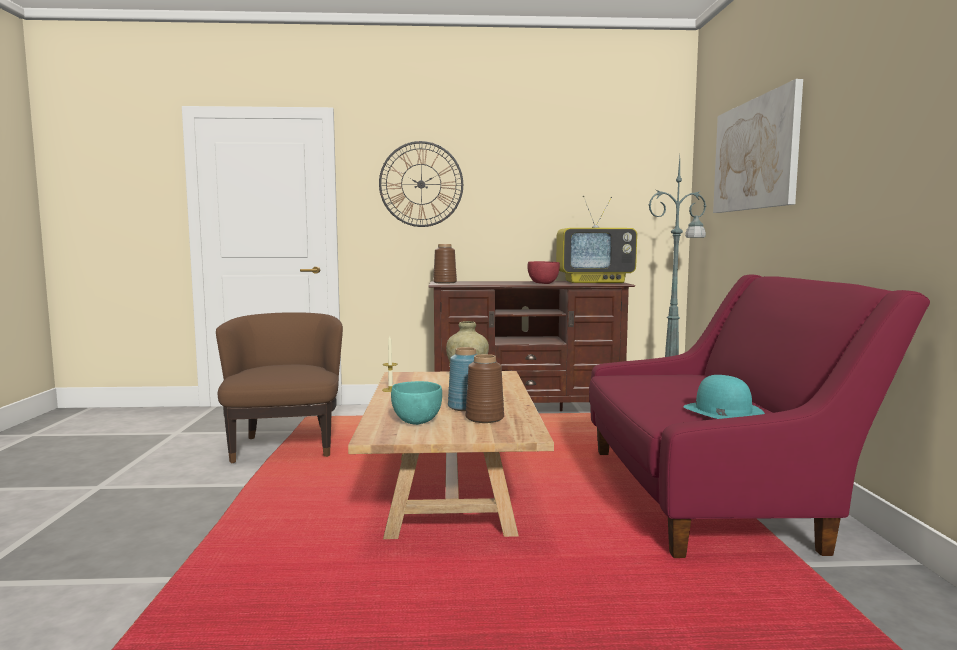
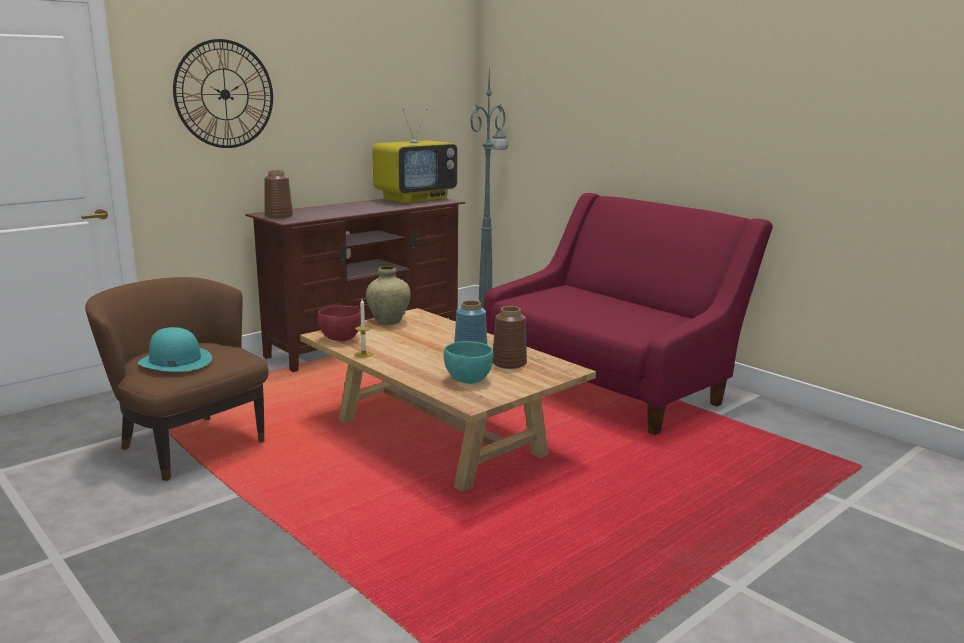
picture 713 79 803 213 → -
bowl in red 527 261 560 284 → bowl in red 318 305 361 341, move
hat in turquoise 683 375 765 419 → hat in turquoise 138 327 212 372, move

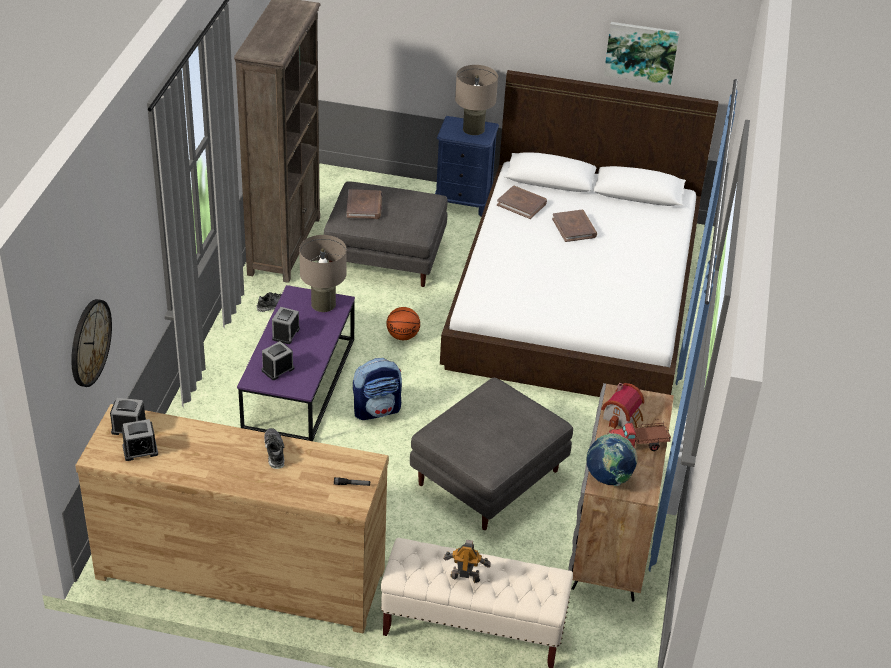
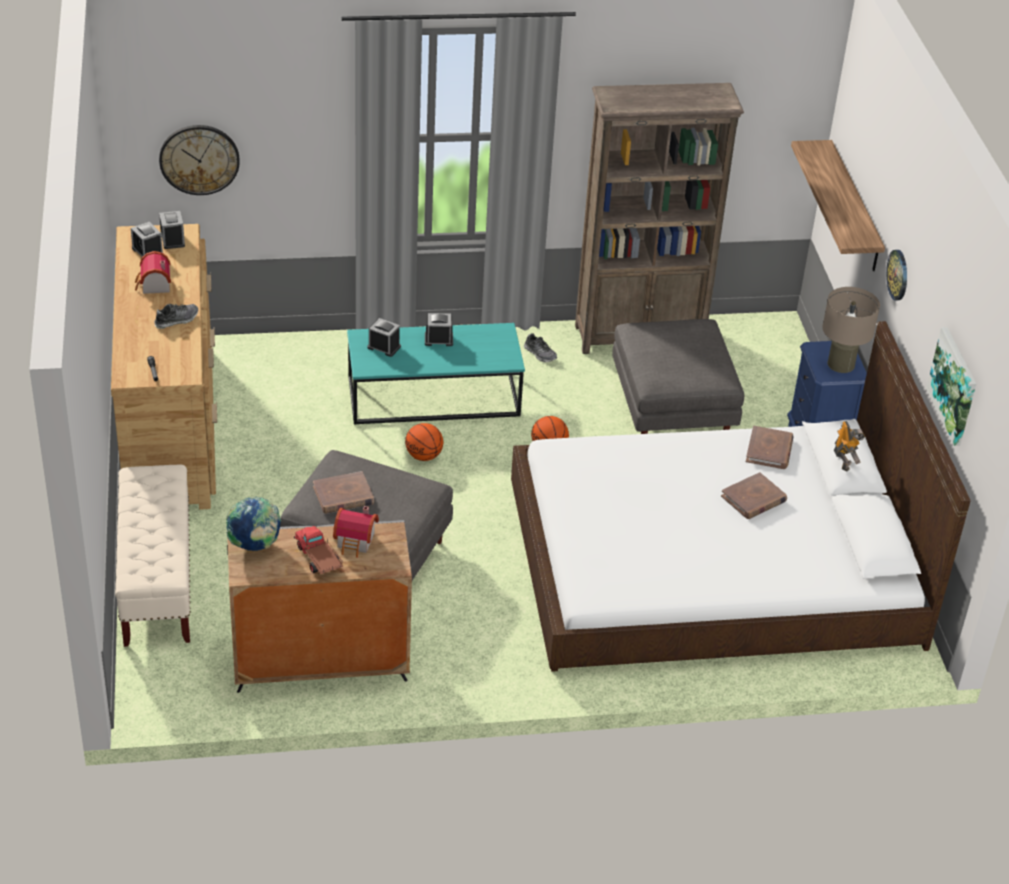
book in brown 347 189 382 219 → book in brown 313 471 374 514, move
table lamp in beige 299 235 347 312 → -
coffee table in purple 237 285 355 441 → coffee table in turquoise 347 323 525 424
backpack 353 358 402 420 → basketball 405 423 443 461
toy robot 443 540 491 583 → toy robot 834 421 865 472, move
- → shelf 791 140 885 271
- → wall clock 886 250 907 300
- → toy house 135 251 171 294

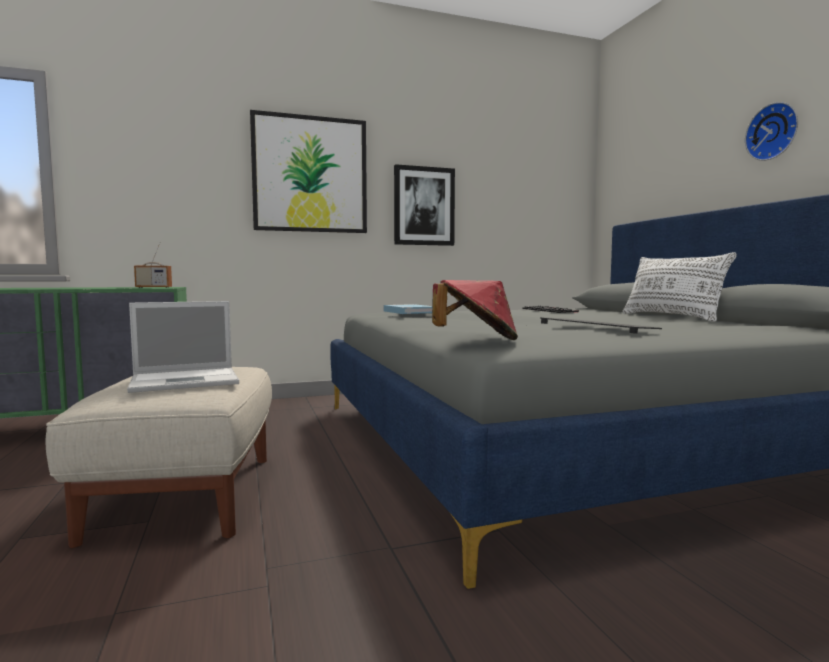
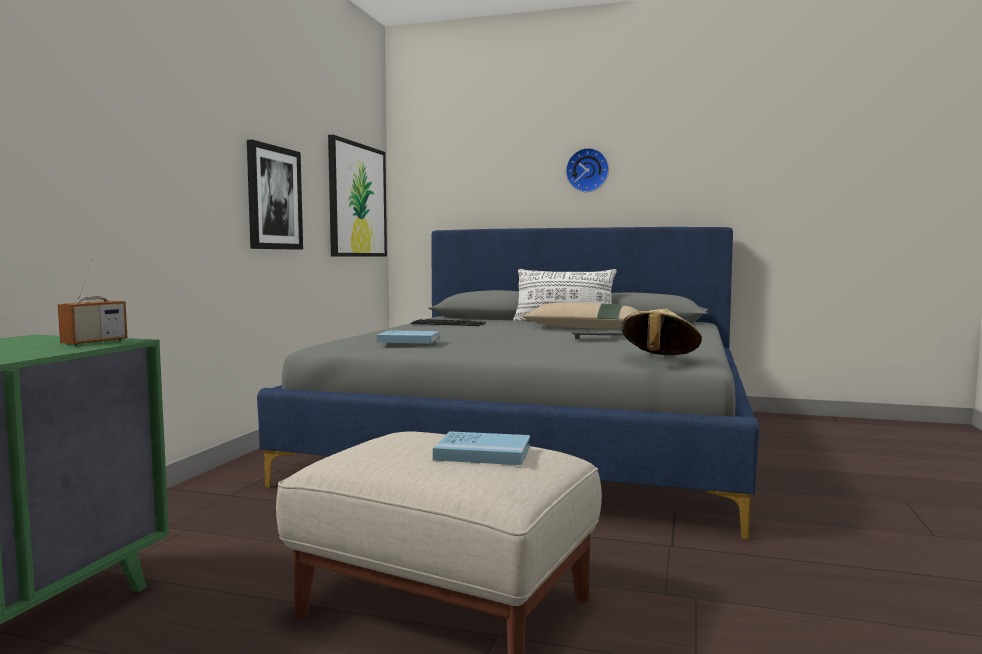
picture 250 110 367 233 → picture 328 135 387 256, move
hat in red 432 280 518 340 → hat in beige 622 309 702 355
laptop 127 301 239 393 → book in blue 433 431 530 465
- → pillow in beige 523 302 639 329

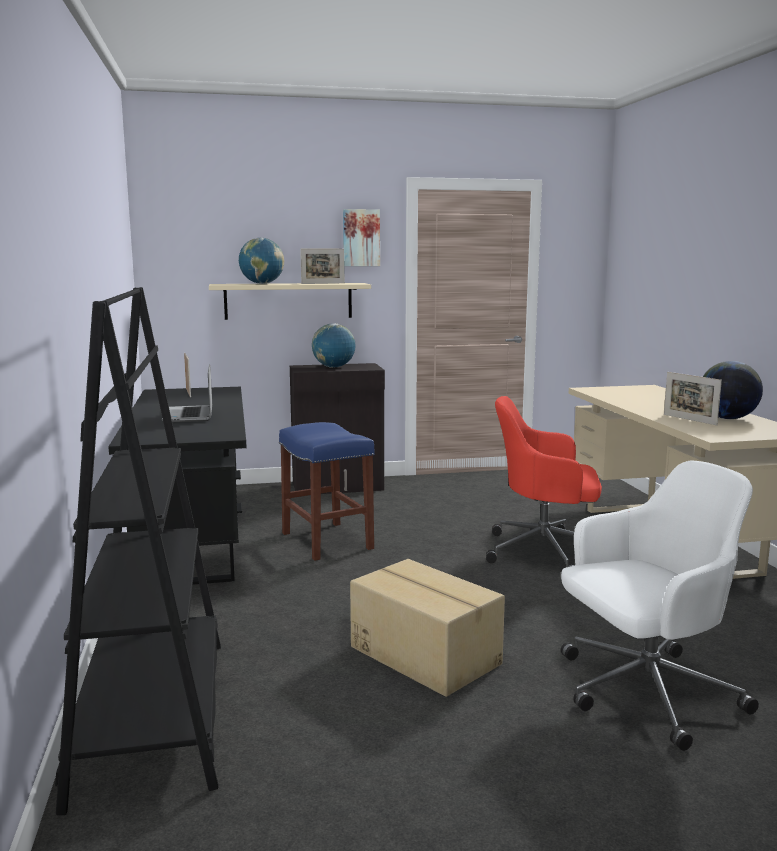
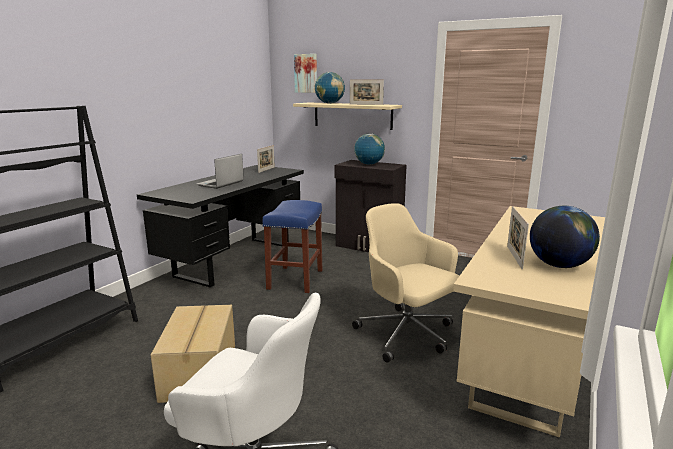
picture 343 209 380 266 → picture 294 54 317 93, move
office chair in red 486 396 602 567 → office chair in beige 352 203 460 363

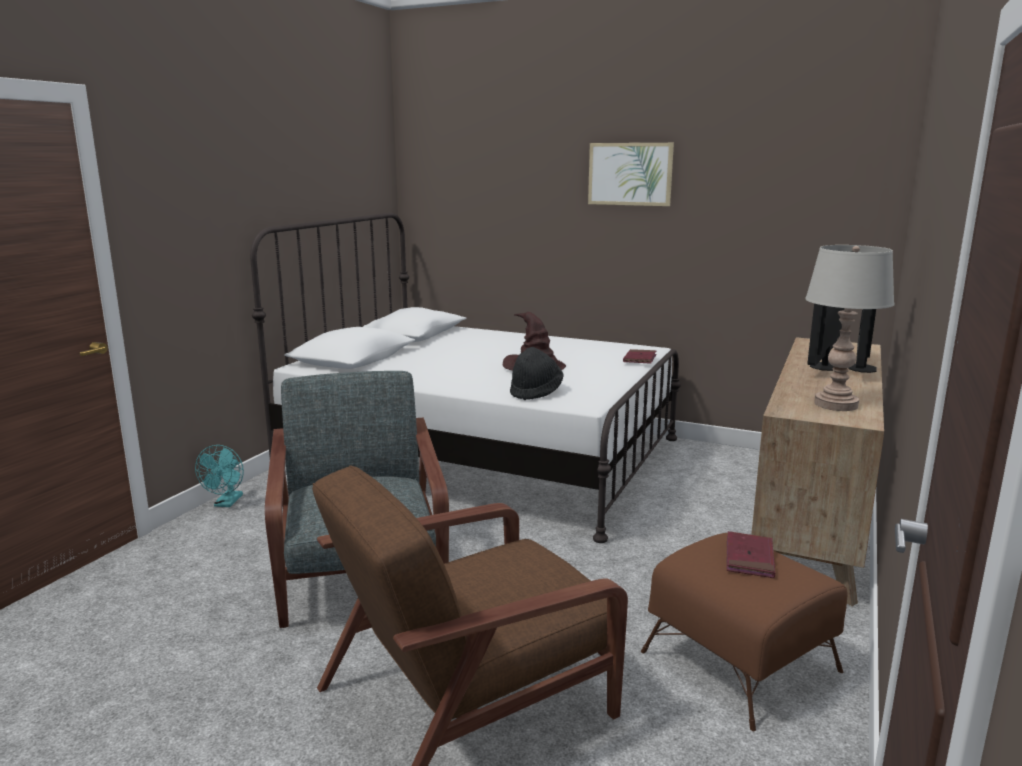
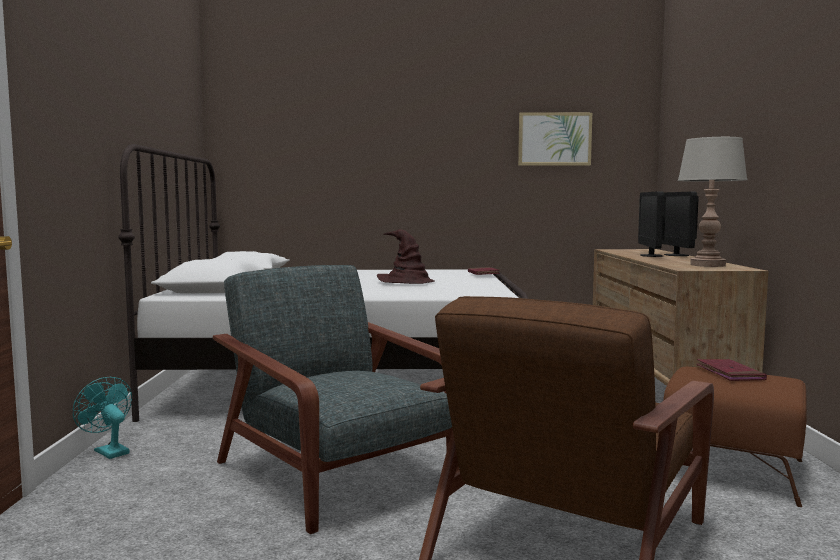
picture 588 143 674 206 → picture 518 113 592 165, move
hat in black 510 347 564 400 → -
fan in turquoise 195 445 244 507 → fan in turquoise 72 377 132 459, 150 degrees clockwise

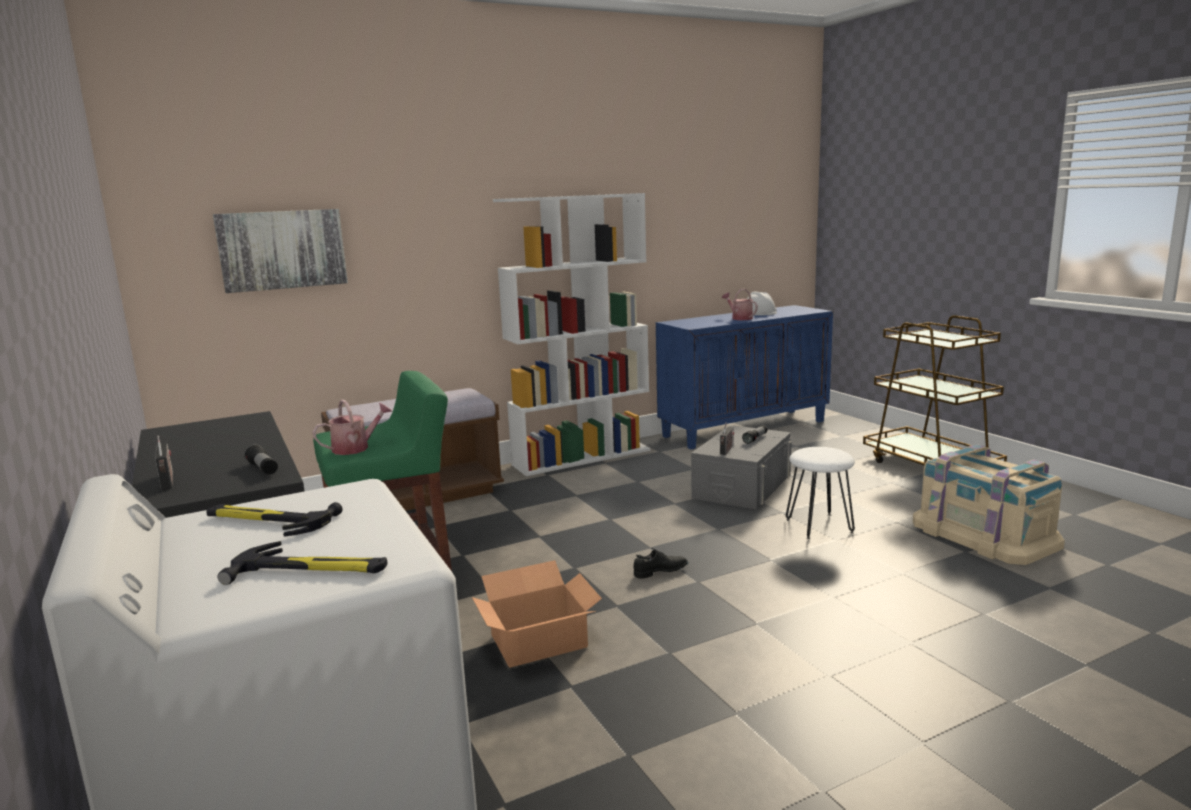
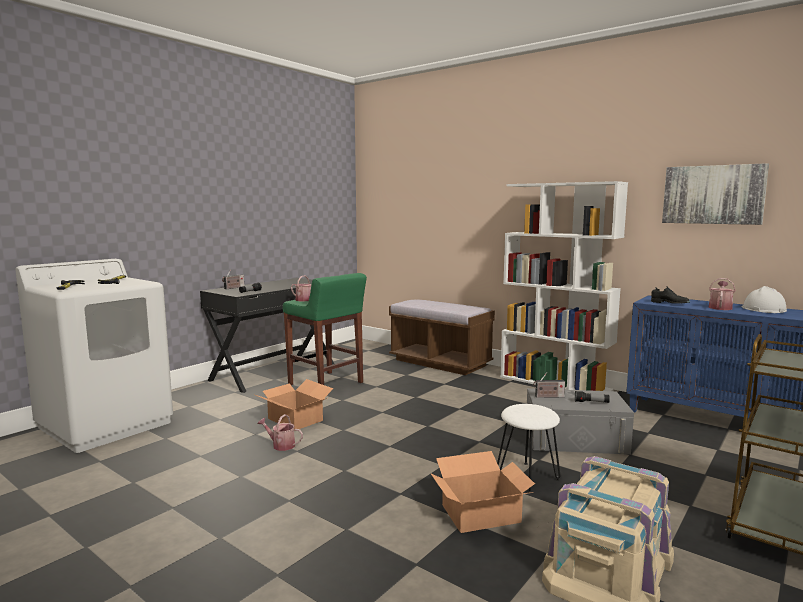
picture 213 209 348 293 → picture 662 163 769 225, move
shoe in black 633 548 688 579 → shoe in black 651 286 690 304, move
- → watering can 257 414 303 451
- → cardboard box 430 451 535 533

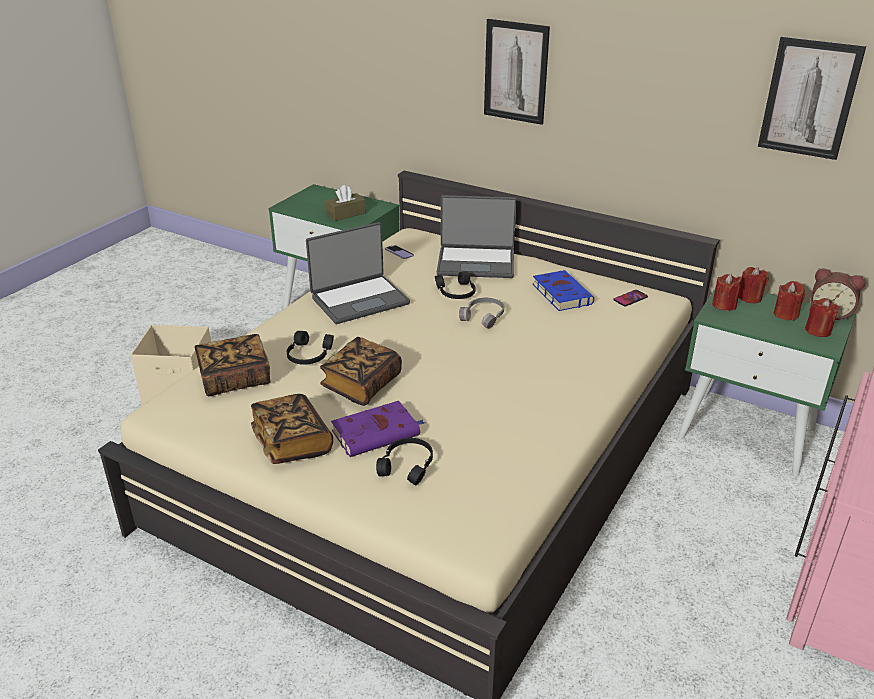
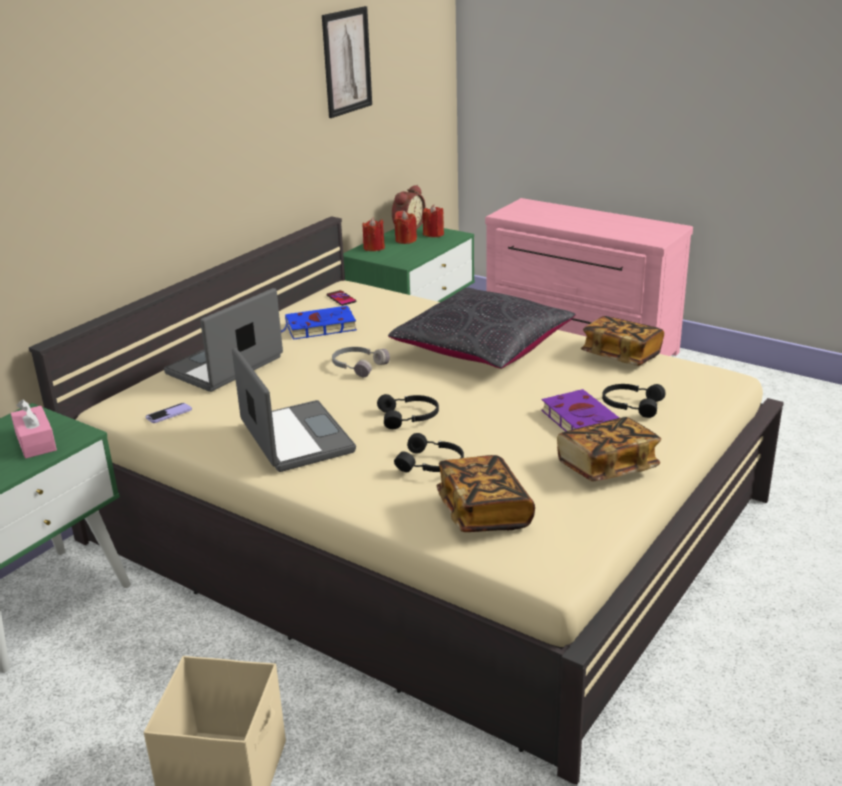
picture 484 19 550 125 → -
tissue box in brown 326 185 366 221 → tissue box in pink 11 399 57 459
laptop 437 195 517 278 → laptop 164 288 283 392, 150 degrees counterclockwise
headphones in black 435 271 476 299 → headphones in black 377 394 439 429, move
candle in red 712 274 742 311 → -
book 320 337 402 406 → book 581 316 664 366, move
- → pillow in black 388 288 576 369

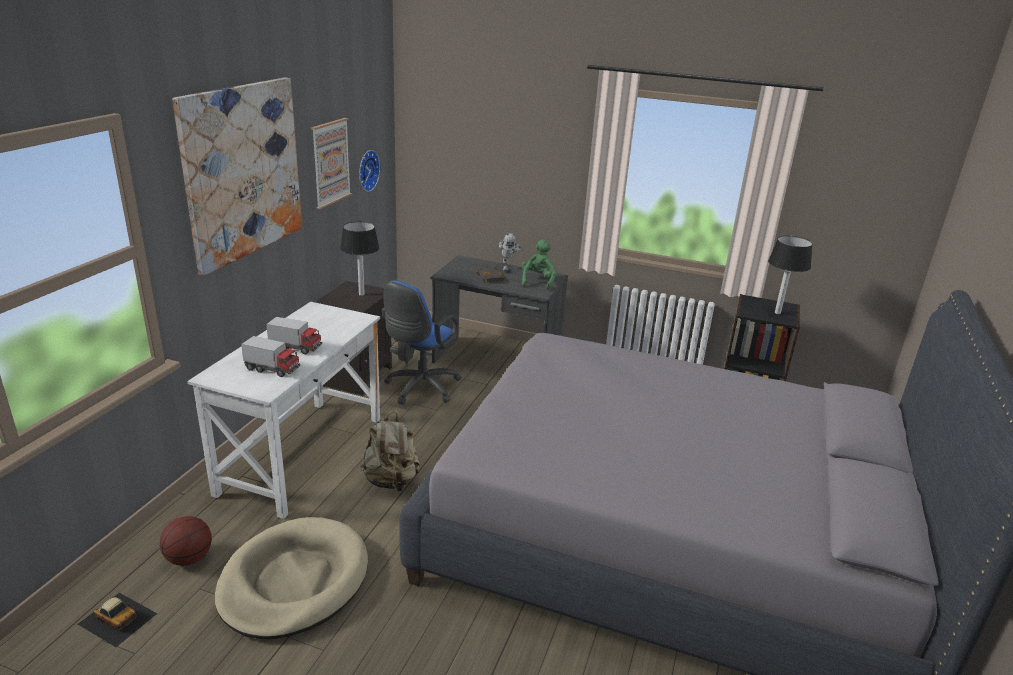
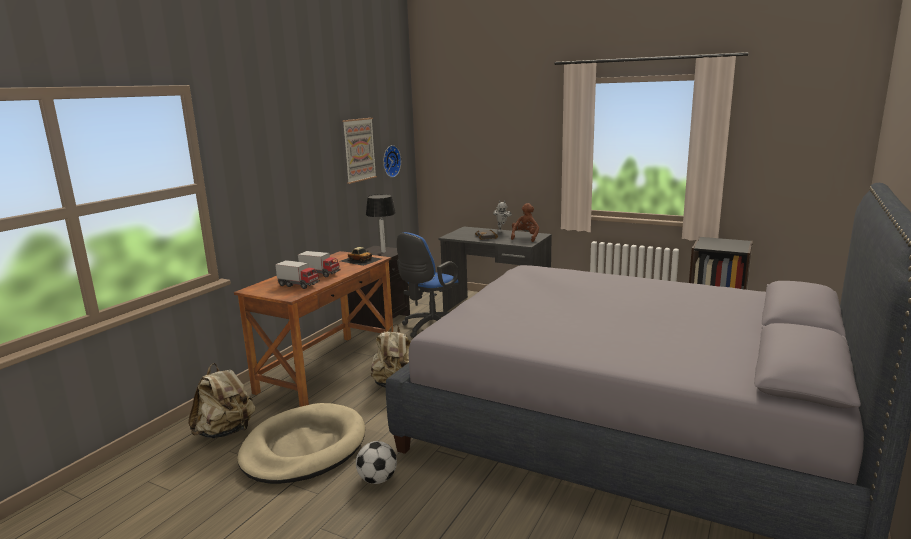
picture 172 78 302 276 → -
table lamp 768 236 813 314 → -
plush toy in green 522 240 556 290 → plush toy in brown 511 203 539 242
desk in white 187 302 380 519 → desk in brown 234 251 393 407
basketball 160 516 212 566 → backpack in beige 188 363 255 439
toy car 78 593 157 647 → toy car 341 247 381 266, move
- → football 356 441 397 484

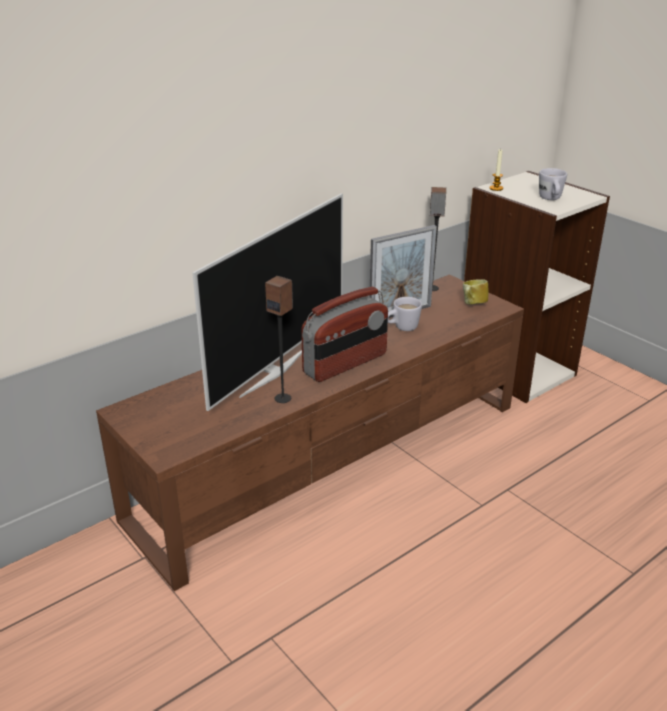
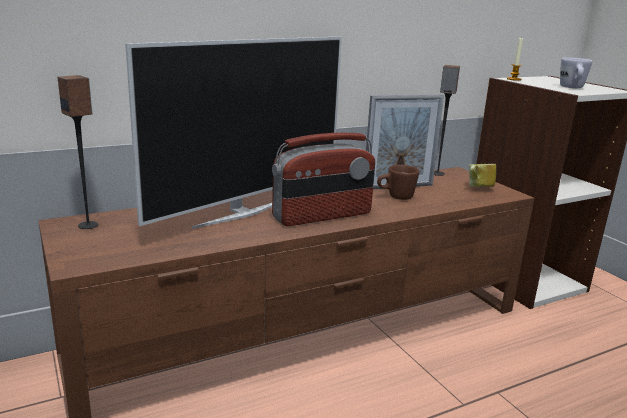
speaker 265 276 293 403 → speaker 58 75 98 229, move
mug in white 388 297 422 331 → mug in brown 377 165 419 200

